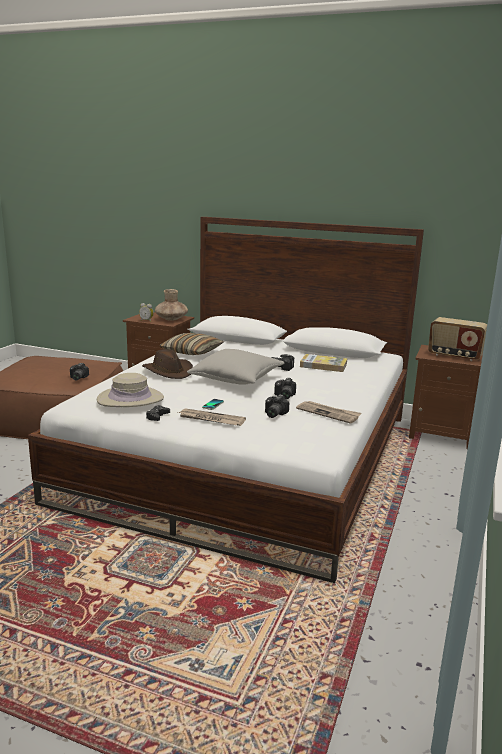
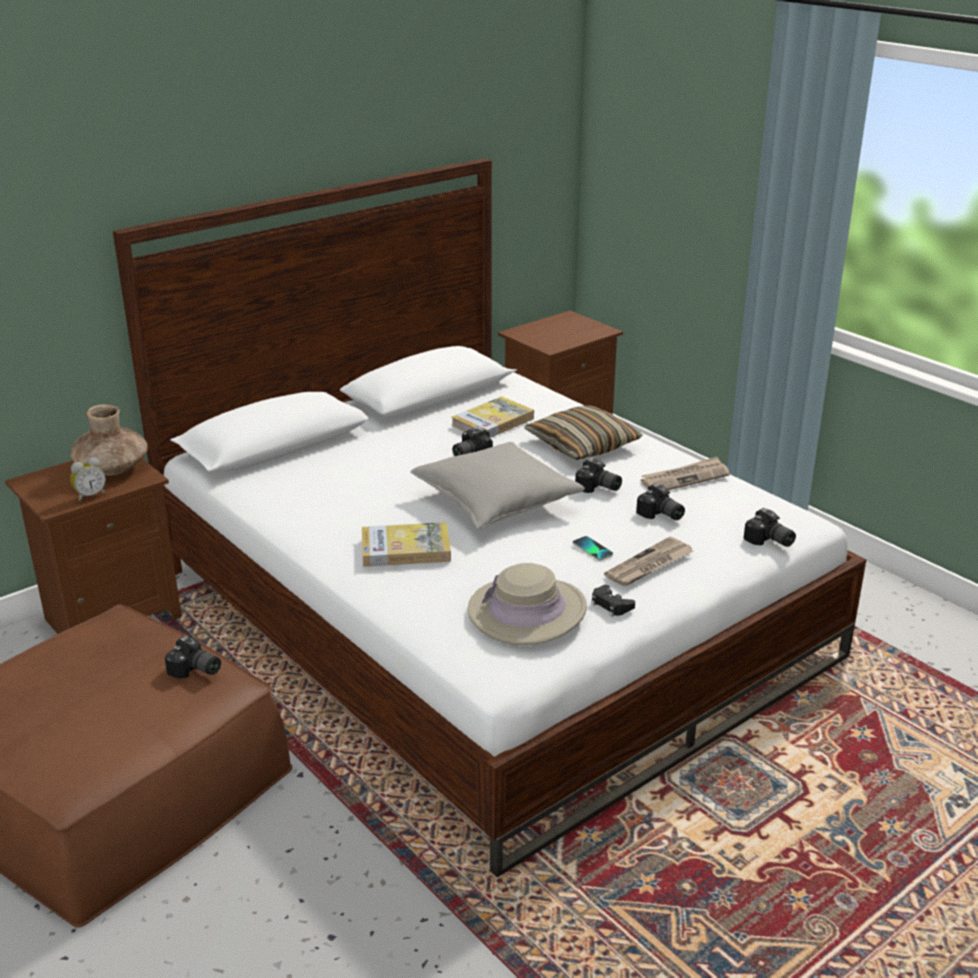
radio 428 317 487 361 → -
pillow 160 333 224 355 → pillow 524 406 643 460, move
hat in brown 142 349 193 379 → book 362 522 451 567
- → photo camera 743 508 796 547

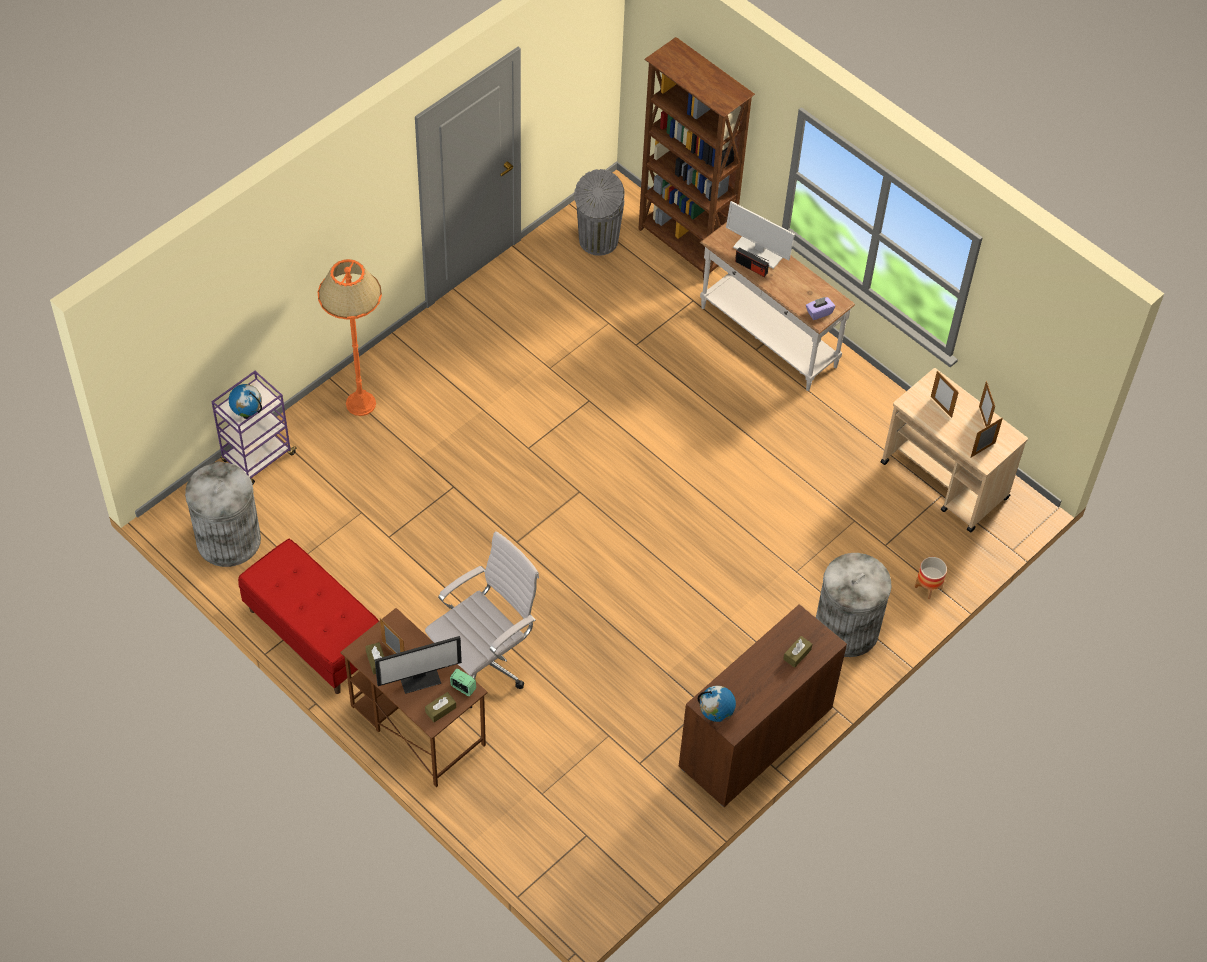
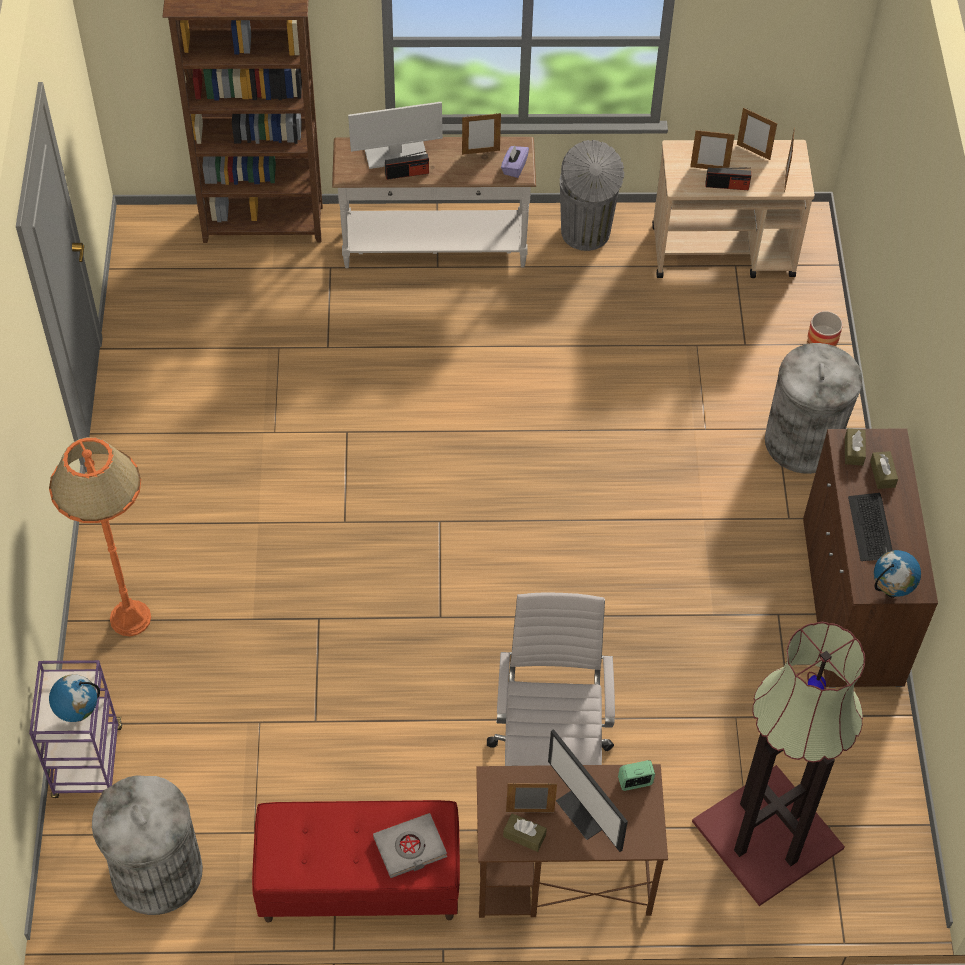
trash can in grey 574 169 624 256 → trash can in grey 560 140 624 251, move
monitor 375 636 462 694 → monitor 548 729 628 852, 120 degrees clockwise
tissue box in brown 425 692 456 722 → tissue box in brown 845 428 866 466, move
- → picture frame 462 112 501 155
- → radio 705 167 751 190
- → keyboard 848 493 893 561
- → floor lamp 692 622 865 906
- → book in grey 373 813 447 878

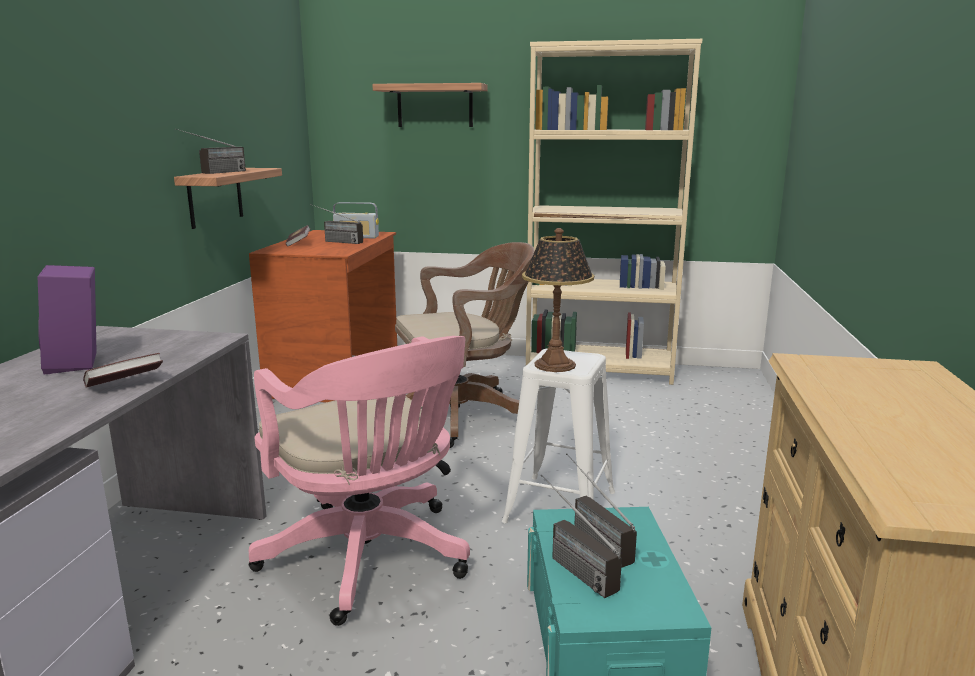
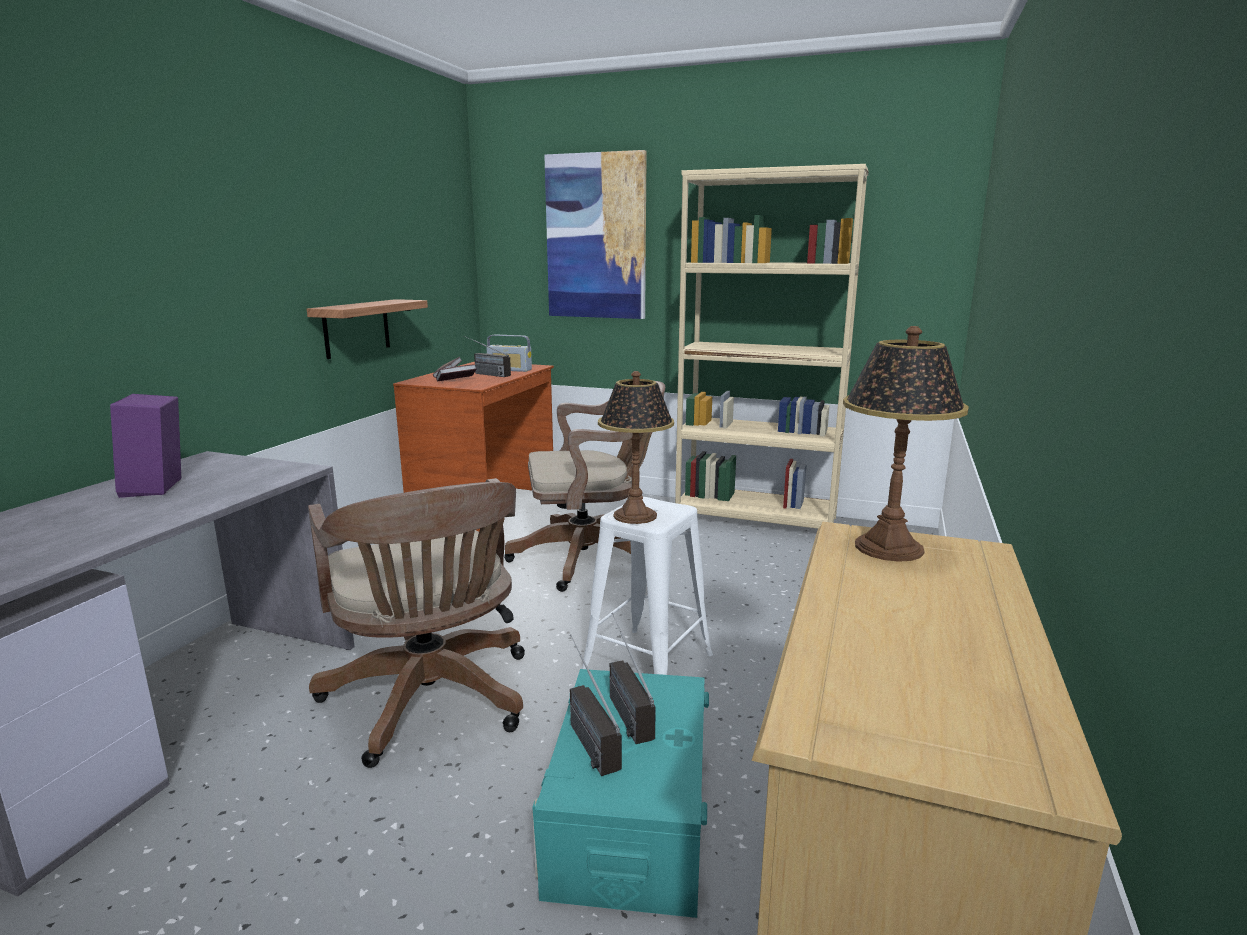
shelf 372 83 488 127 → picture 544 150 647 319
radio 175 128 246 174 → -
office chair in pink 249 336 470 626 → office chair in brown 308 478 525 768
book 83 353 163 387 → book 436 364 477 382, move
- → table lamp 843 326 969 562

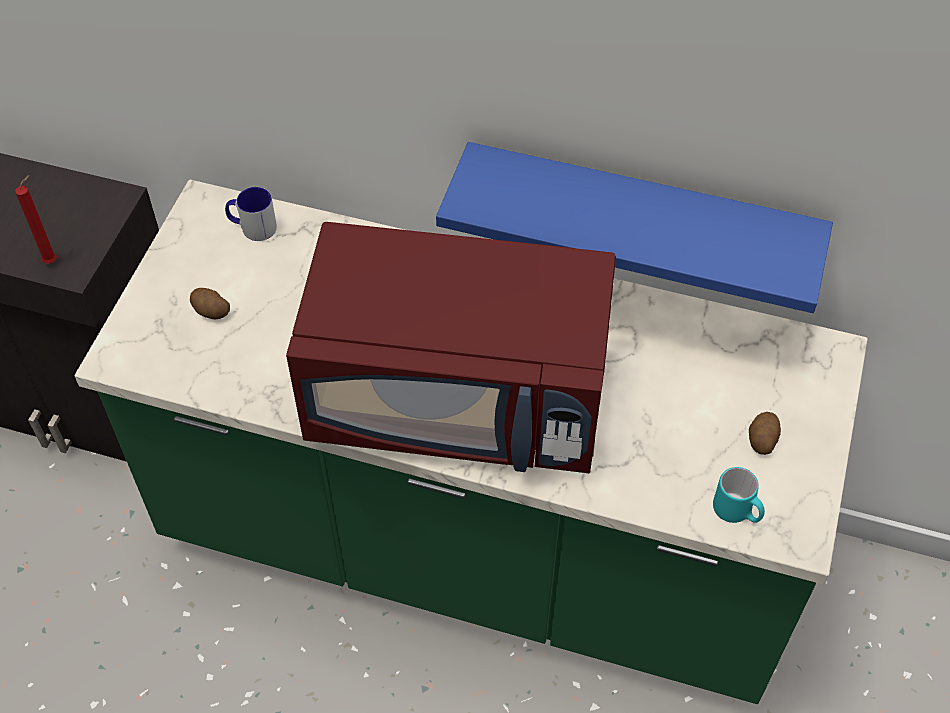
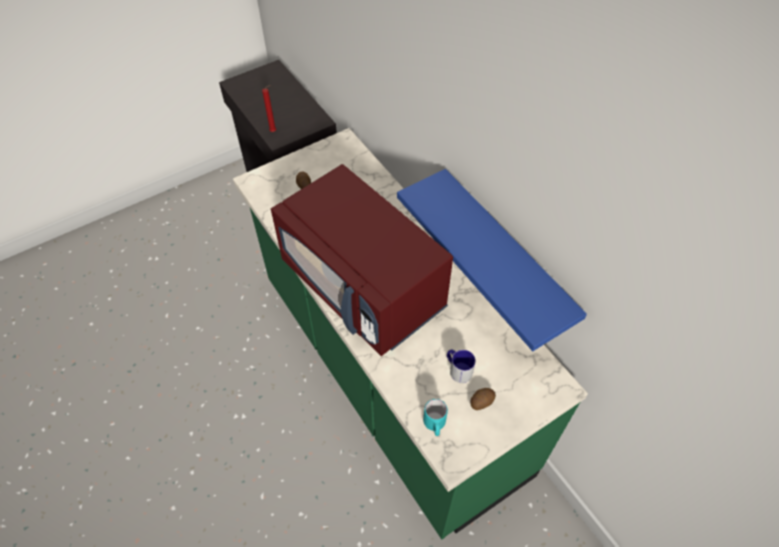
mug 225 187 277 241 → mug 447 350 476 383, move

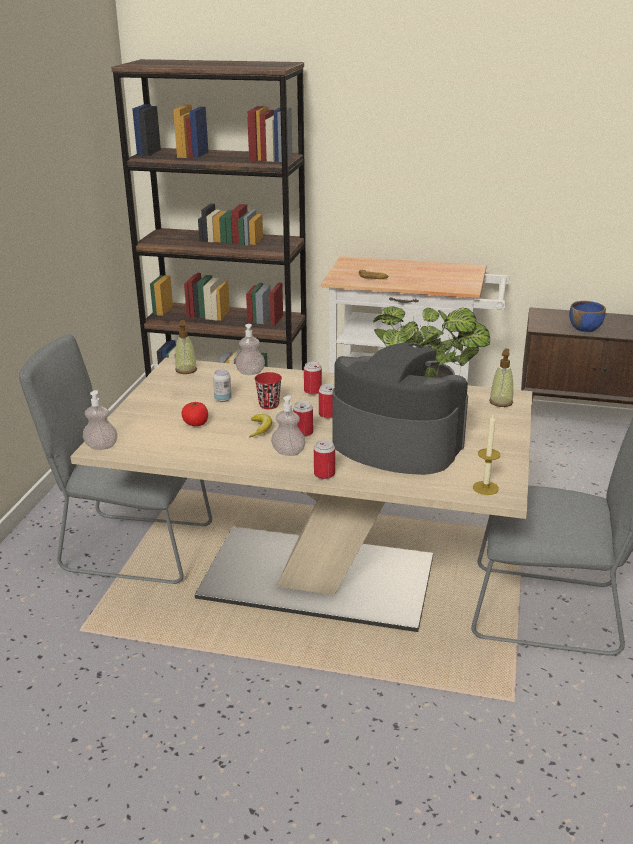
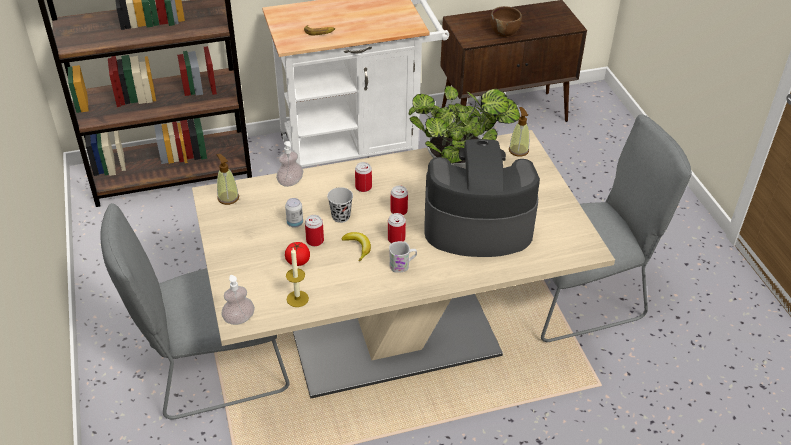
bowl in blue 569 301 606 332 → bowl in brown 490 6 522 37
cup in red 255 372 282 409 → cup in black 327 187 353 223
soap dispenser 271 395 306 456 → mug in white 389 241 417 273
candle 473 415 500 495 → candle 286 248 309 307, move
can 314 440 335 479 → can 305 215 324 246, move

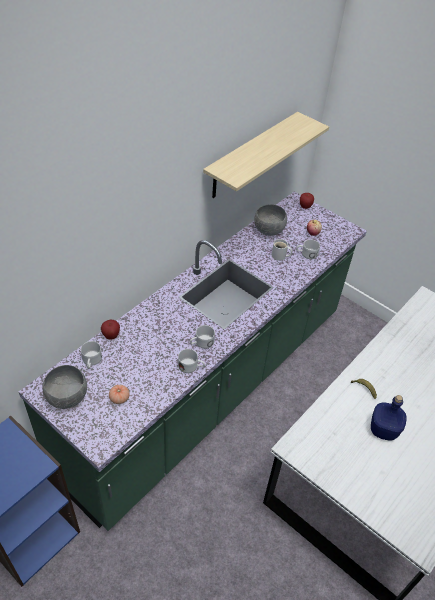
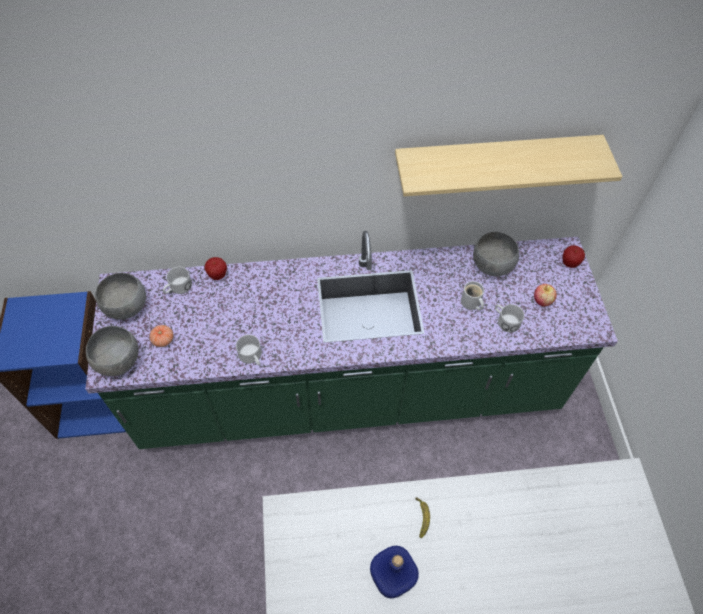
mug in white 190 325 215 349 → -
- → bowl in grey 86 326 138 376

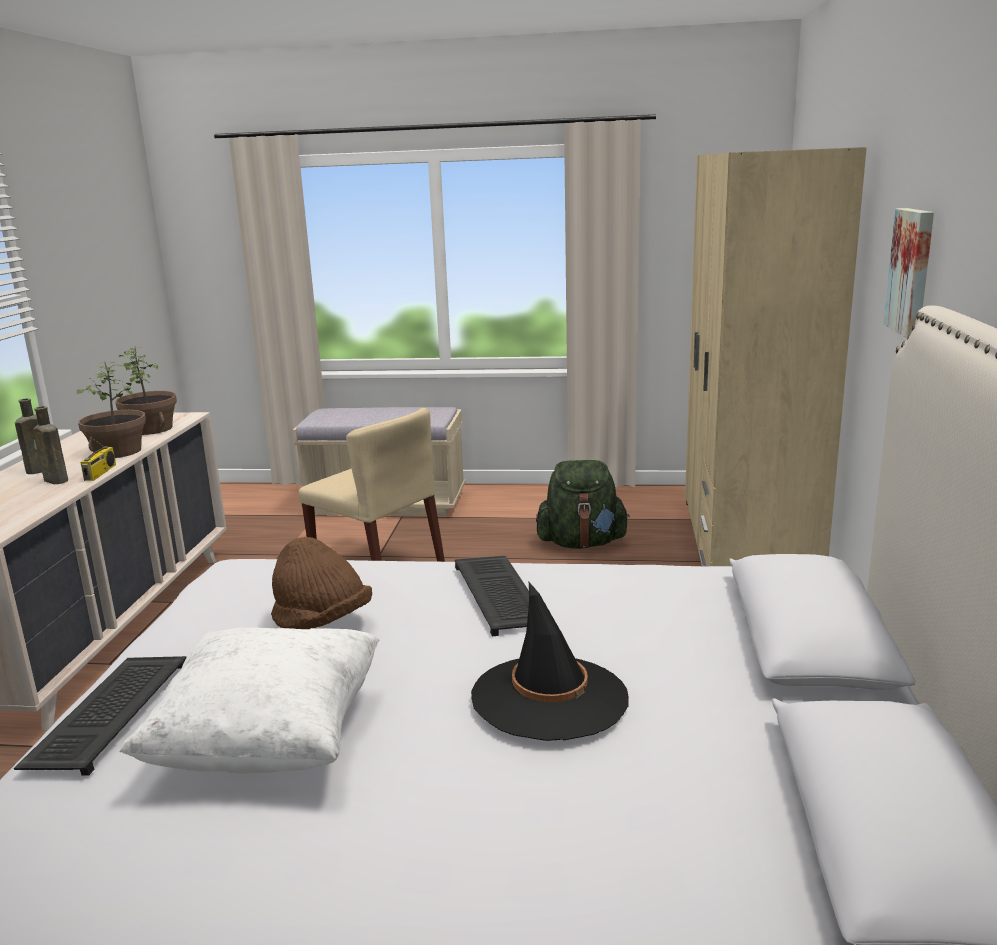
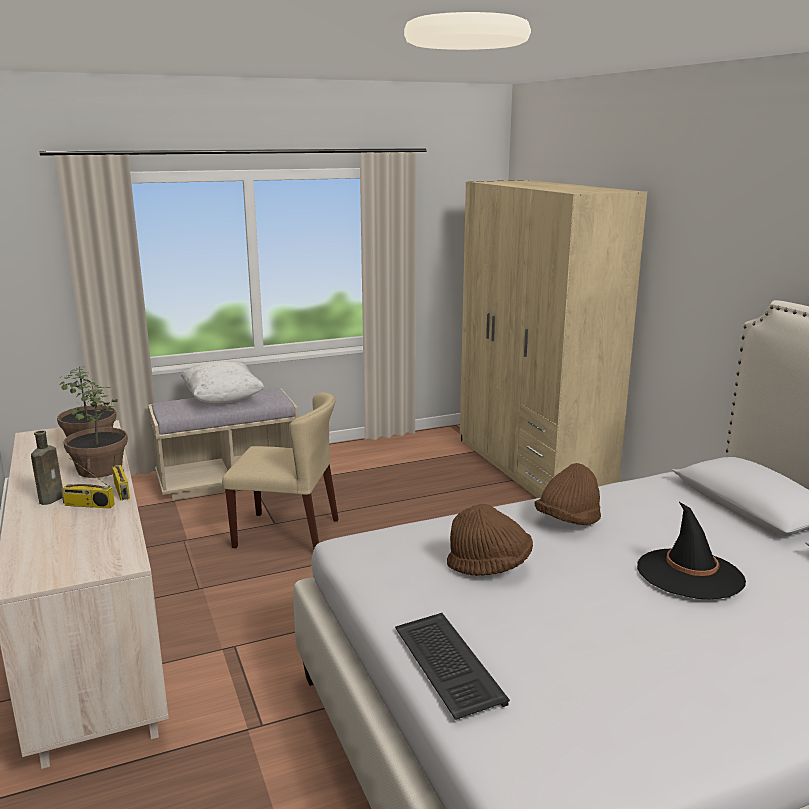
picture 883 208 934 338 → -
bottle in brown 33 406 68 484 → radio 61 458 115 509
backpack in green 536 460 630 549 → -
keyboard 455 556 529 636 → hat in brown 534 463 601 525
pillow in white 120 628 380 774 → pillow in white 181 362 264 403, move

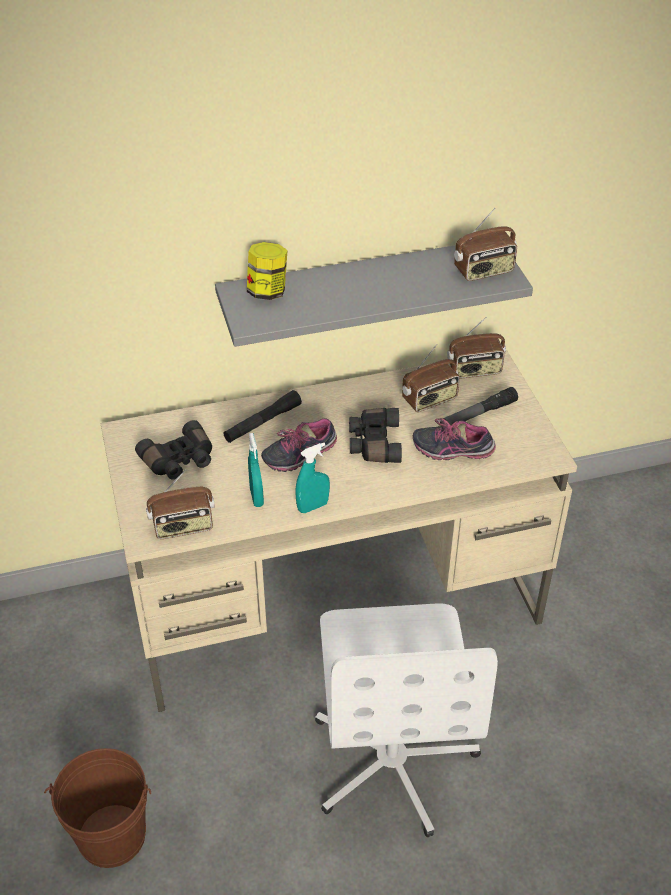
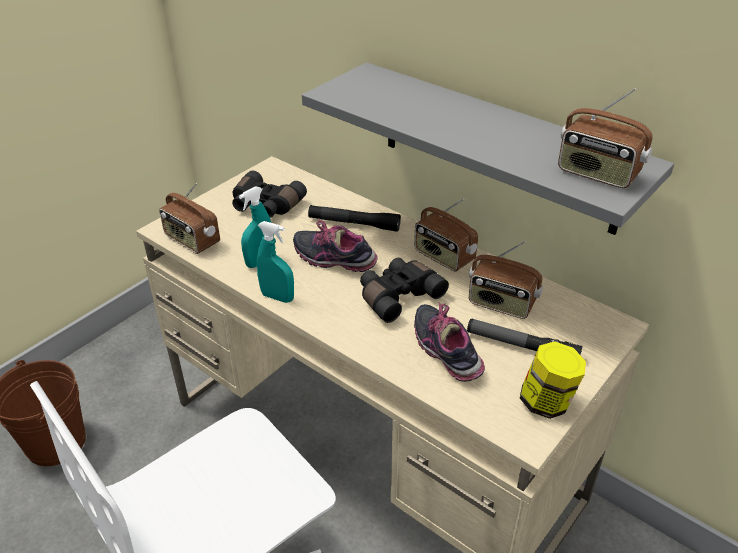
jar 247 242 288 300 → jar 520 341 586 419, move
radio 447 316 506 379 → radio 414 199 478 272, move

